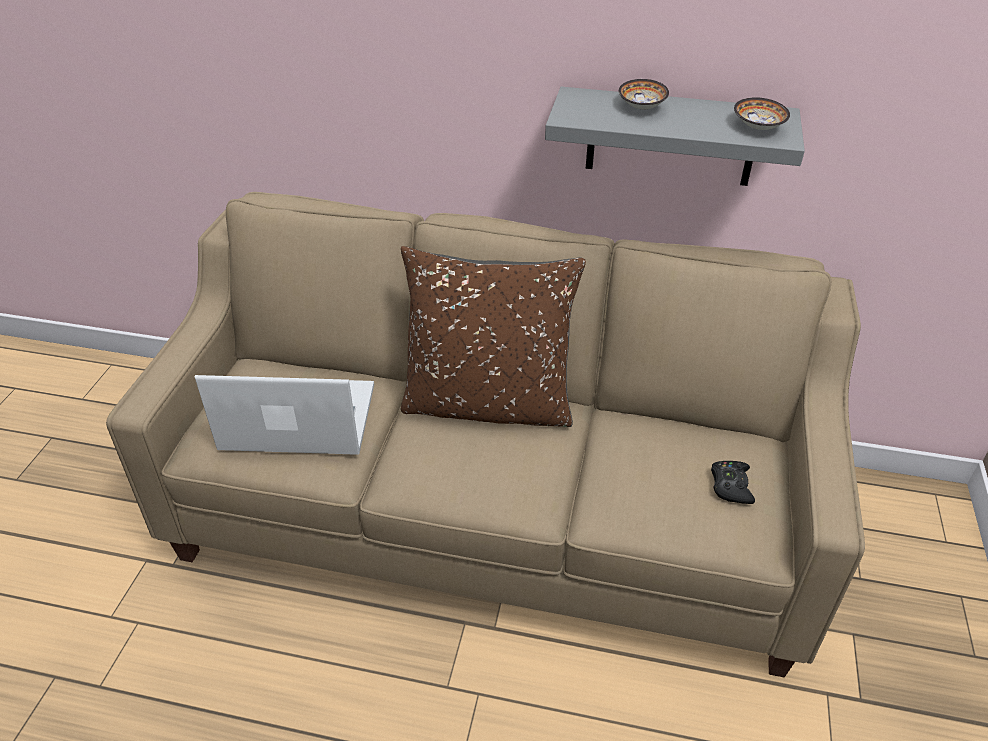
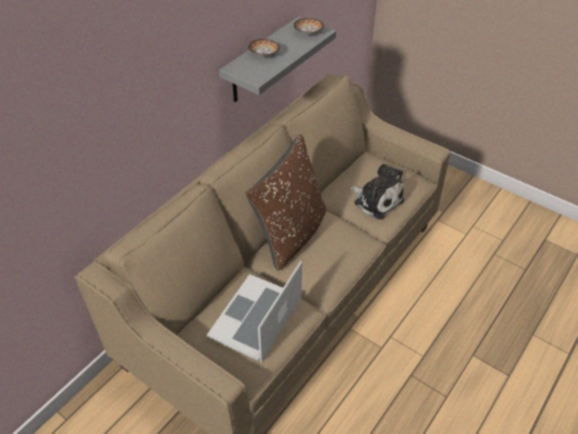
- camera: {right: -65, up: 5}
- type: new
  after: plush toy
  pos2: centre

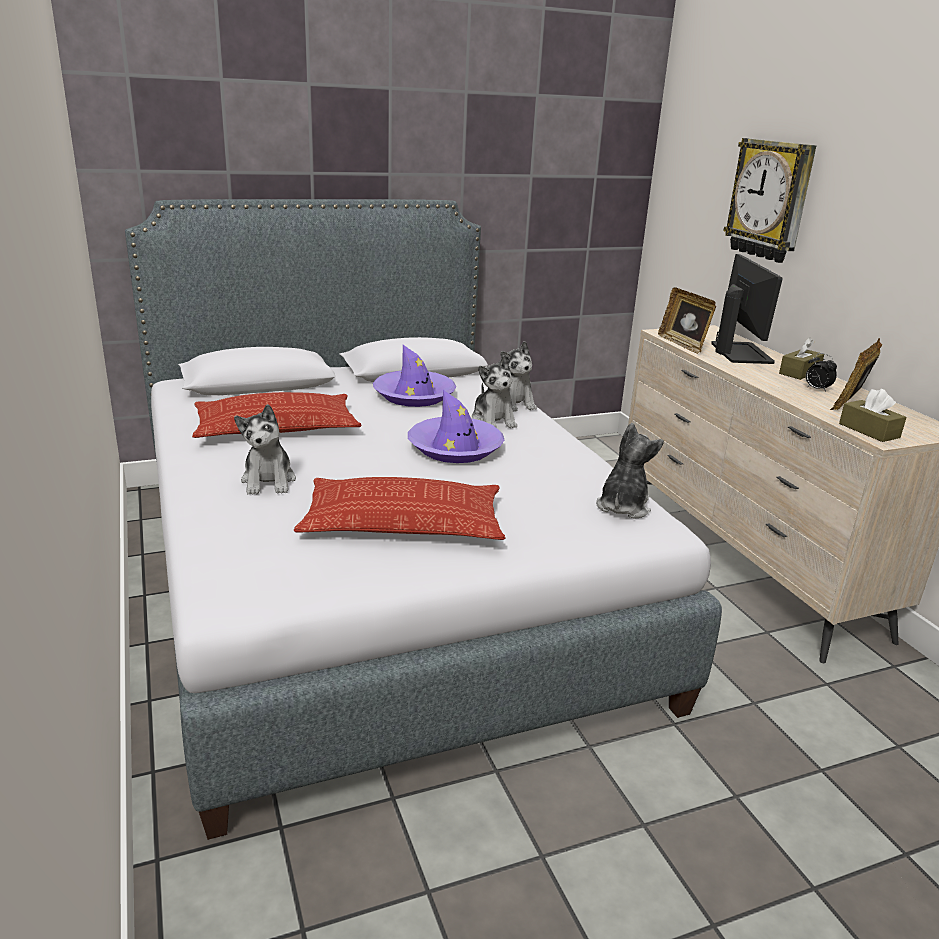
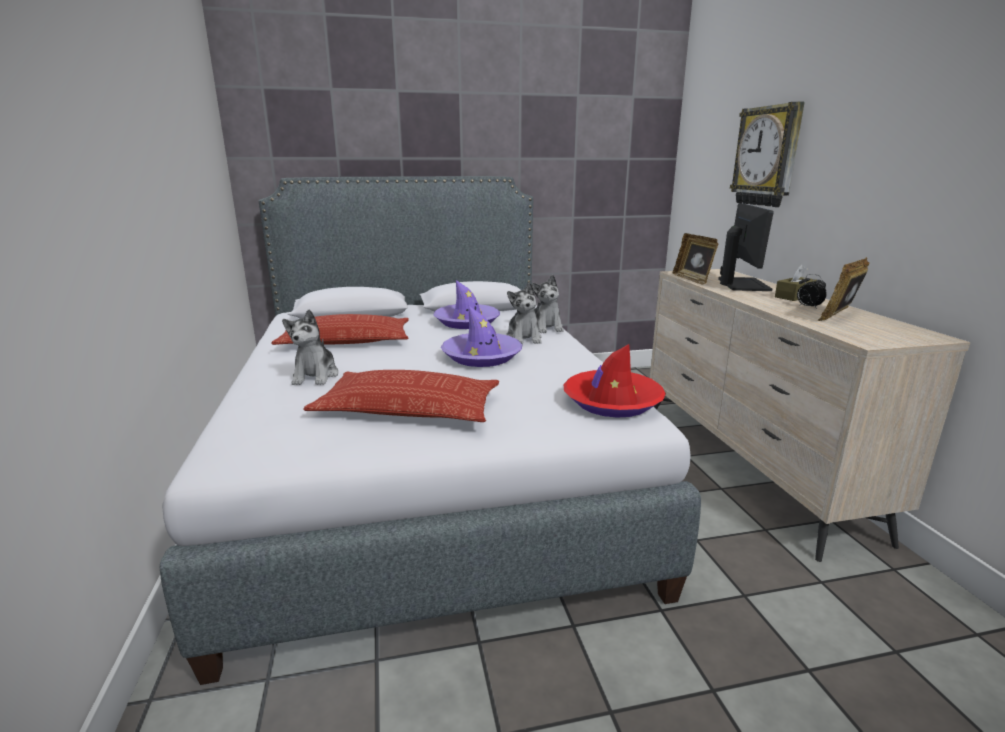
- camera: {right: 10, up: -5}
- type: swapped
  before: plush toy (no. 4 from left)
  after: red hat
  pos1: middle right
  pos2: centre
- type: gone
  before: brown tissue box (no. 2 from left)
  pos1: middle right

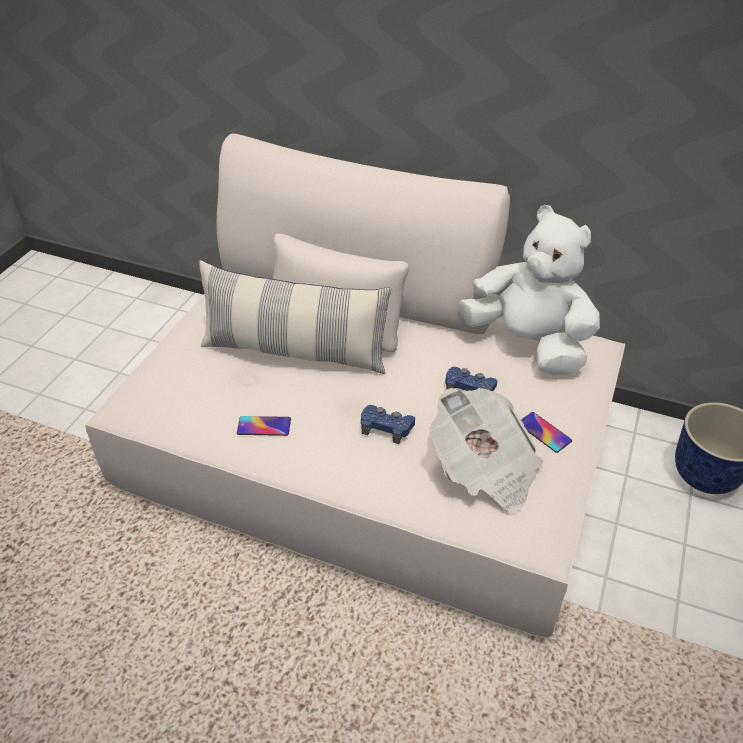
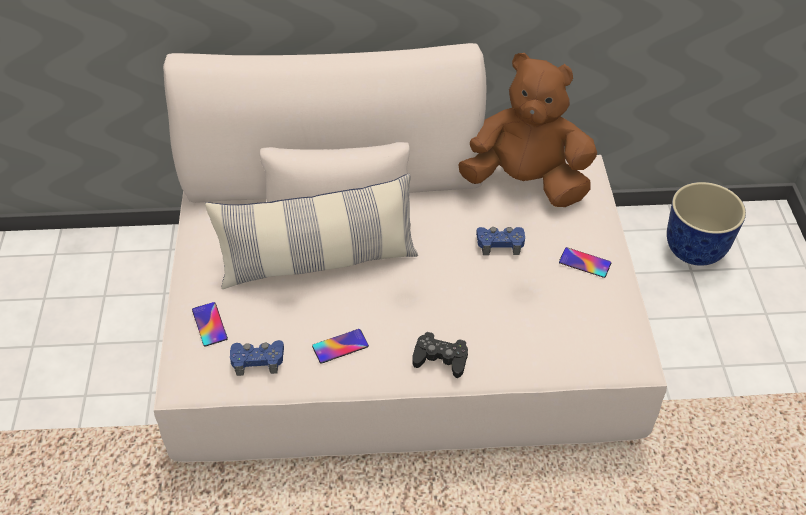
- camera: {right: -25, up: 5}
- type: new
  after: phone (no. 1 from left)
  pos2: middle left
- type: shifted
  before: blue game controller (no. 1 from left)
  pos1: centre
  pos2: bottom left
- type: new
  after: black game controller
  pos2: bottom centre
- type: repainted
  before: white plush toy
  after: brown plush toy
  pos1: middle right
  pos2: top centre
- type: gone
  before: newspaper
  pos1: centre

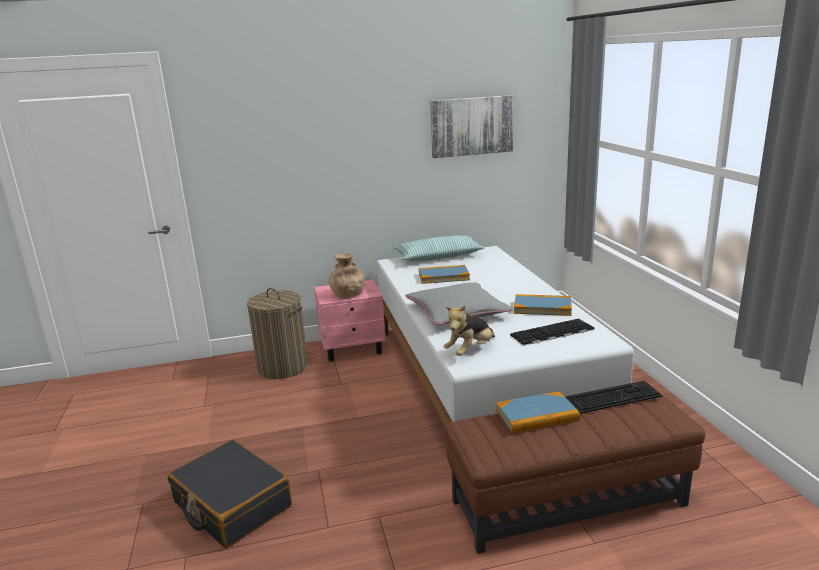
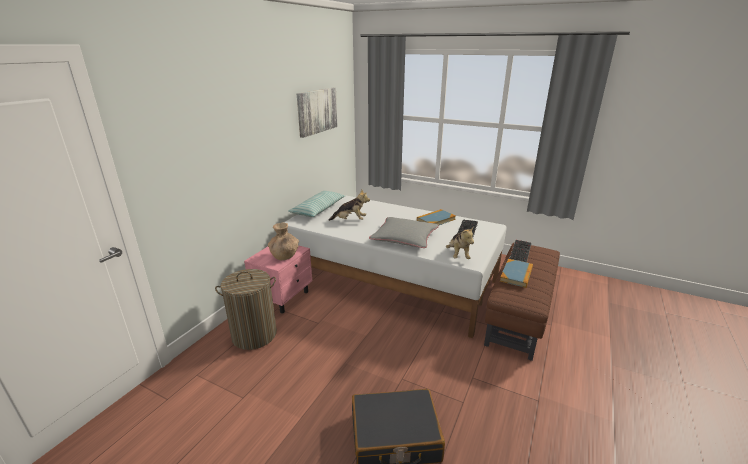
- camera: {right: -50, up: 5}
- type: swapped
  before: book (no. 1 from left)
  after: plush toy (no. 1 from left)
  pos1: centre
  pos2: centre

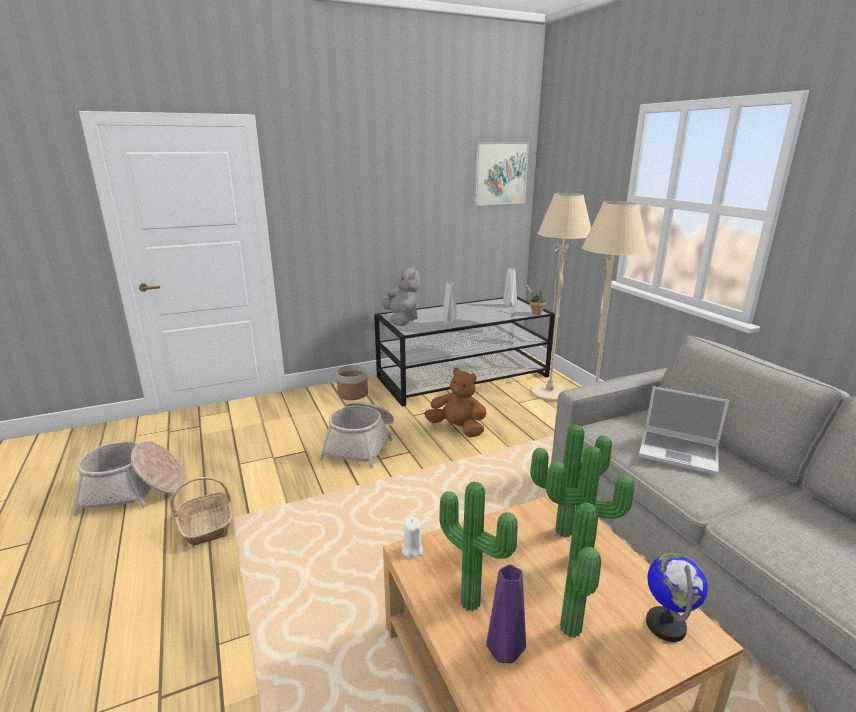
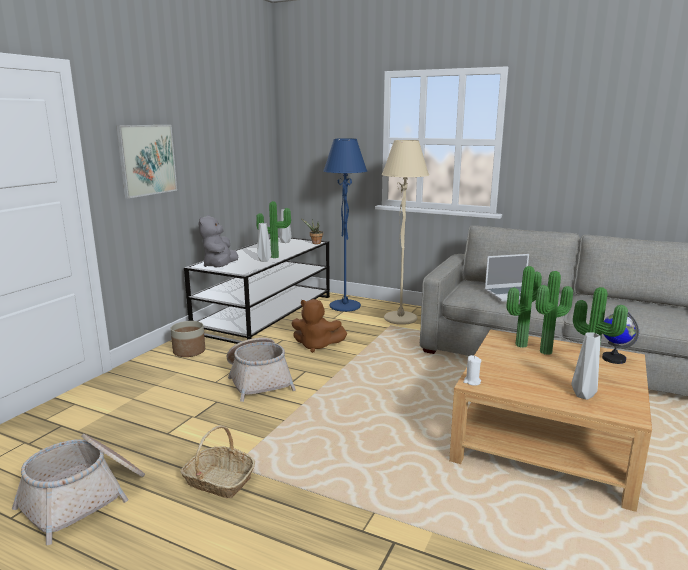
- camera: {right: -40, up: -5}
- type: shifted
  before: picture
  pos1: top centre
  pos2: top left
- type: rotated
  before: grey plush toy
  pos1: centre
  pos2: middle left
  turn: -120
- type: shifted
  before: potted plant (no. 1 from left)
  pos1: bottom centre
  pos2: centre
- type: rotated
  before: brown plush toy
  pos1: centre
  pos2: centre
  turn: -150
- type: repainted
  before: beige floor lamp (no. 1 from left)
  after: blue floor lamp
  pos1: centre
  pos2: centre
- type: repainted
  before: purple vase
  after: grey vase (no. 3 from left)
  pos1: bottom centre
  pos2: middle right

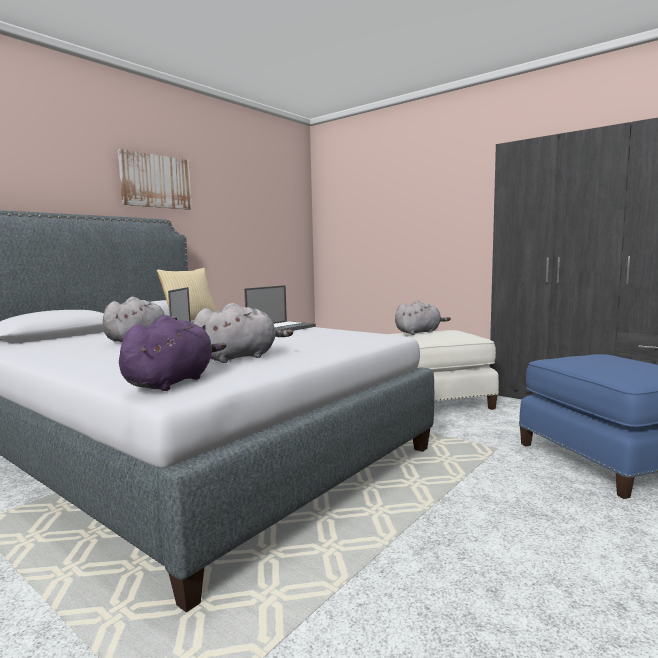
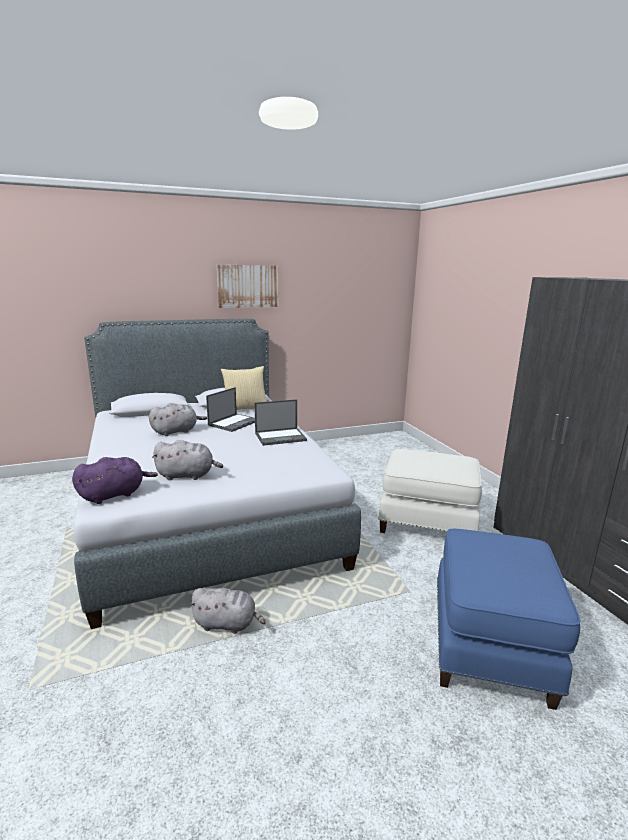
- camera: {right: 30, up: 10}
- type: shifted
  before: grey plush toy (no. 3 from left)
  pos1: centre
  pos2: bottom centre

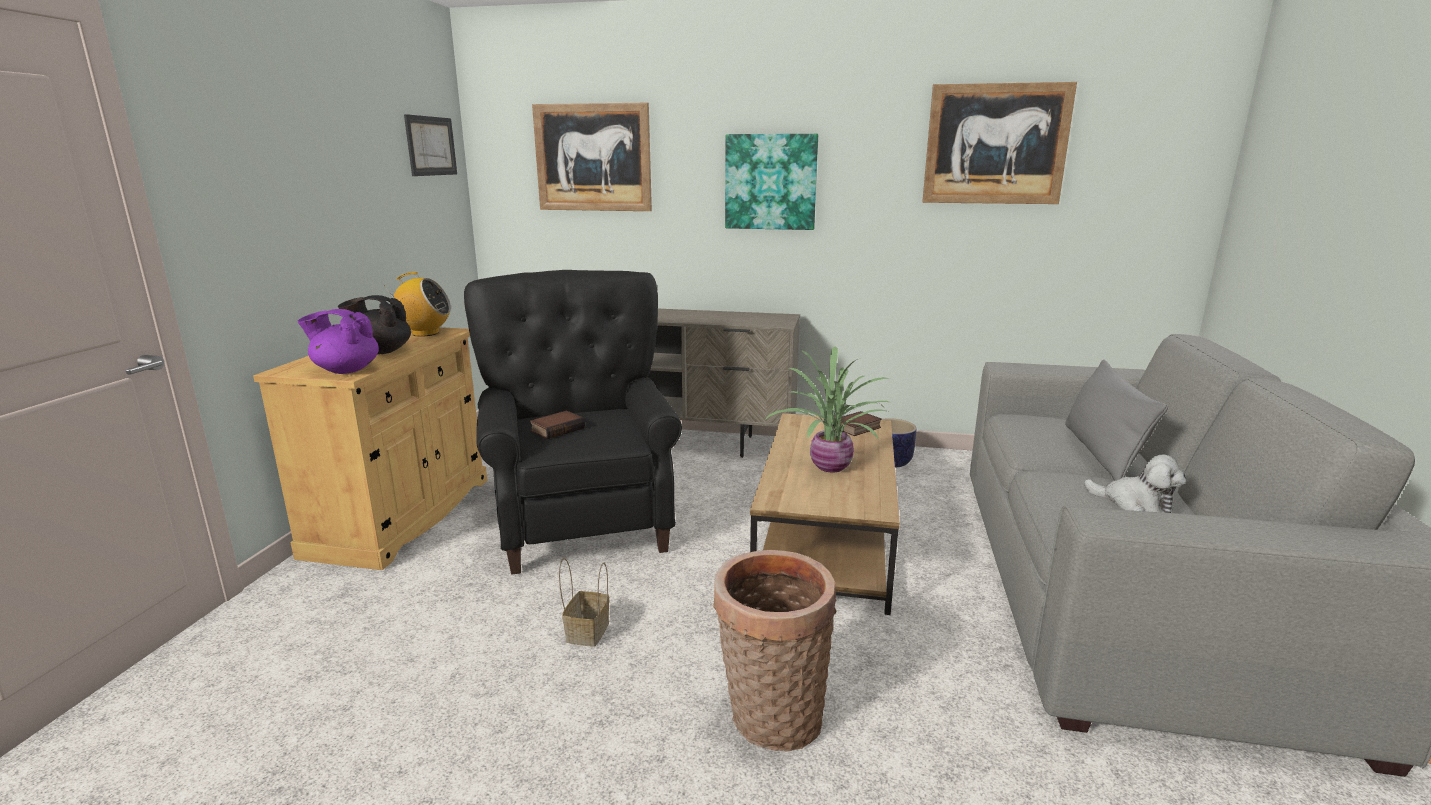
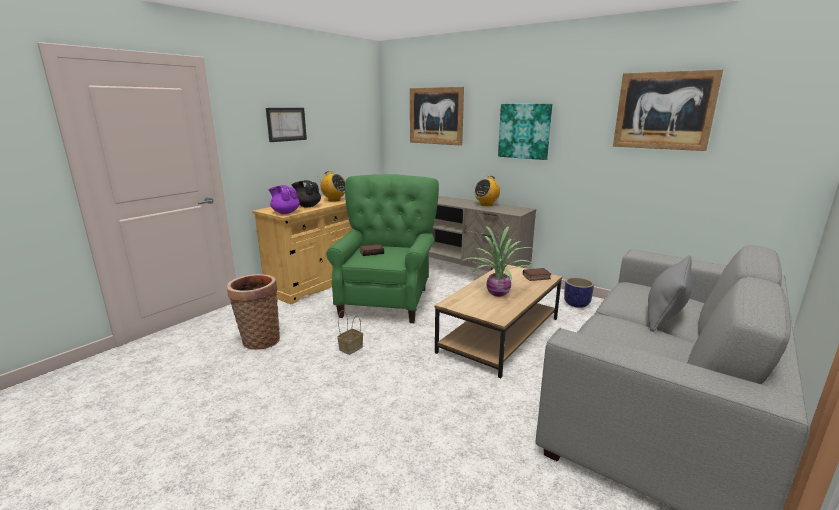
- camera: {right: 25, up: 0}
- type: shifted
  before: basket (no. 2 from left in the first image)
  after: basket (no. 1 from left)
  pos1: bottom centre
  pos2: middle left
- type: shifted
  before: picture (no. 1 from left)
  pos1: top left
  pos2: top centre
- type: repainted
  before: black armchair
  after: green armchair
  pos1: centre
  pos2: centre
- type: new
  after: radio (no. 2 from left)
  pos2: centre
- type: gone
  before: plush toy
  pos1: middle right

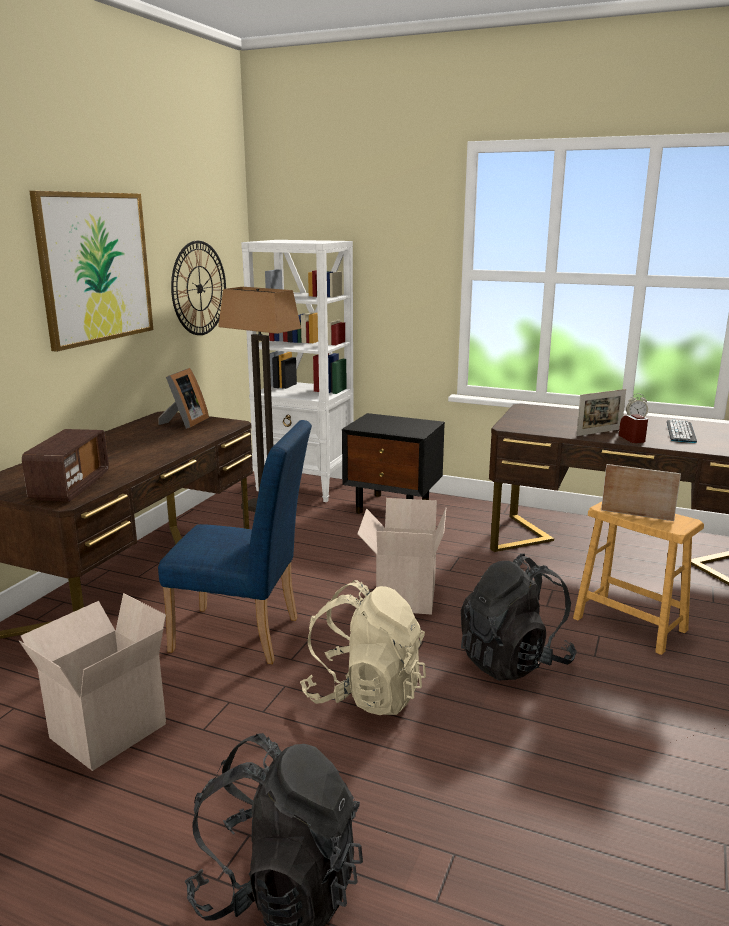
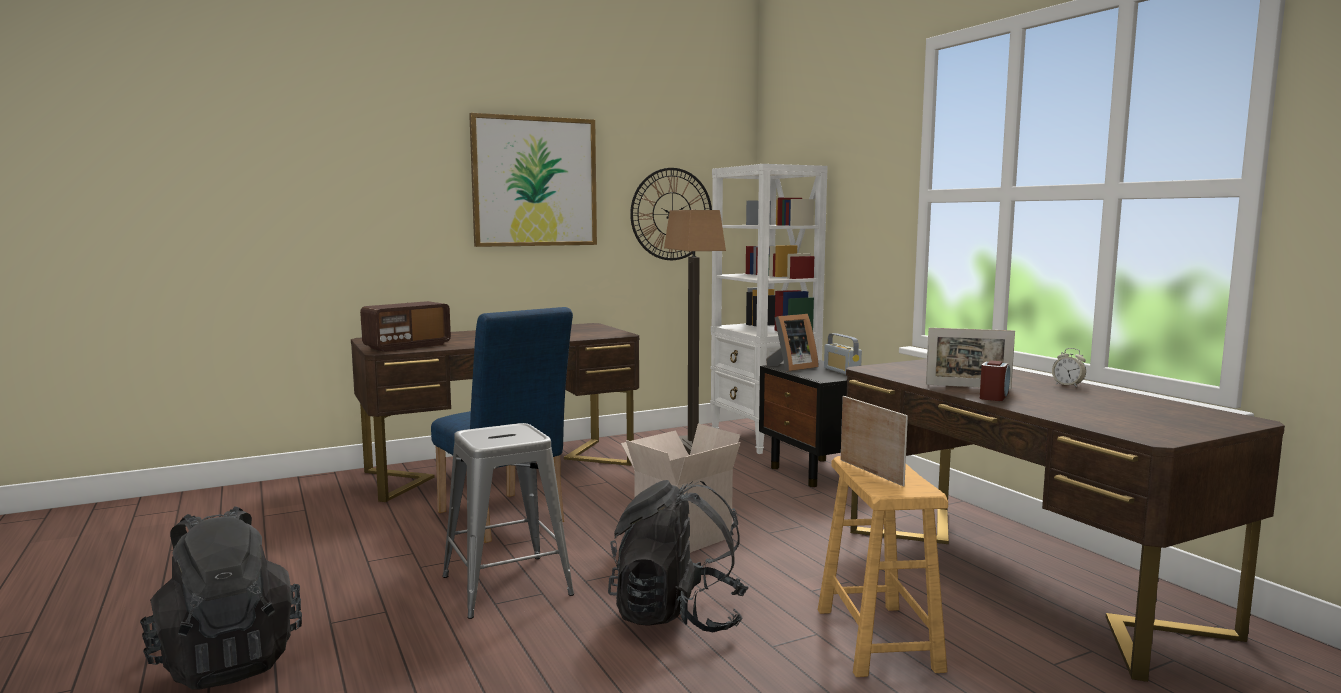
- camera: {right: 40, up: -10}
- type: swapped
  before: beige backpack
  after: grey stool
  pos1: bottom centre
  pos2: bottom centre
- type: shifted
  before: picture frame (no. 1 from left)
  pos1: middle left
  pos2: centre
- type: new
  after: radio (no. 2 from left)
  pos2: centre
- type: gone
  before: cardboard box (no. 1 from left)
  pos1: bottom left
- type: gone
  before: keyboard
  pos1: middle right

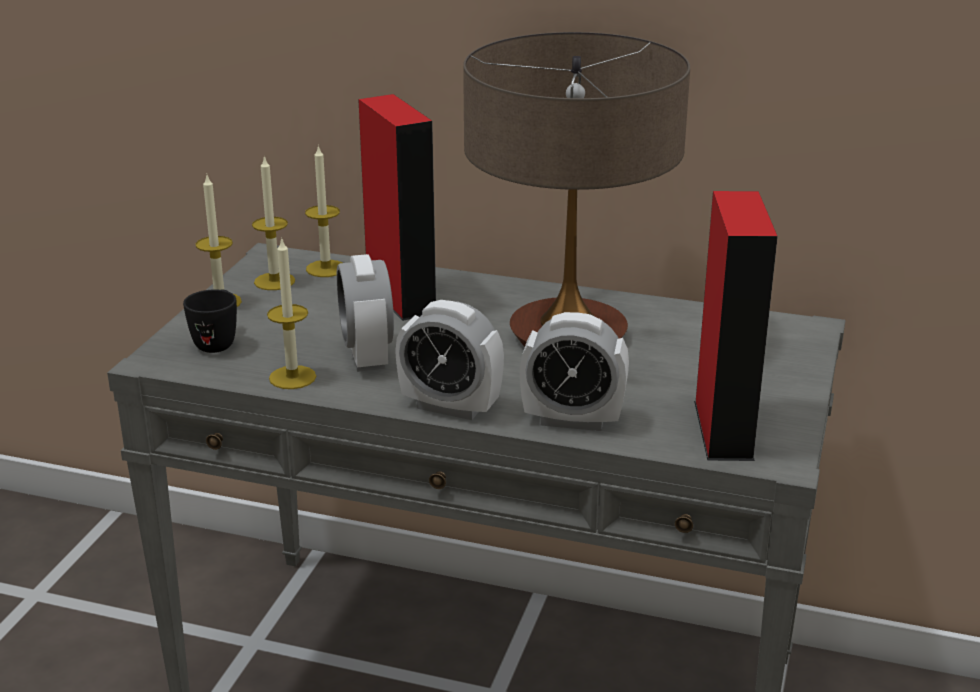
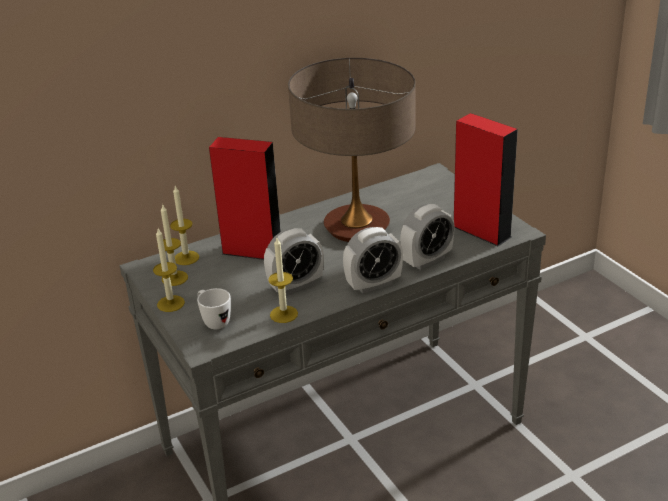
- camera: {right: -45, up: 5}
- type: repainted
  before: black mug
  after: white mug
  pos1: middle left
  pos2: middle left
- type: rotated
  before: alarm clock (no. 1 from left)
  pos1: centre
  pos2: centre
  turn: -60

